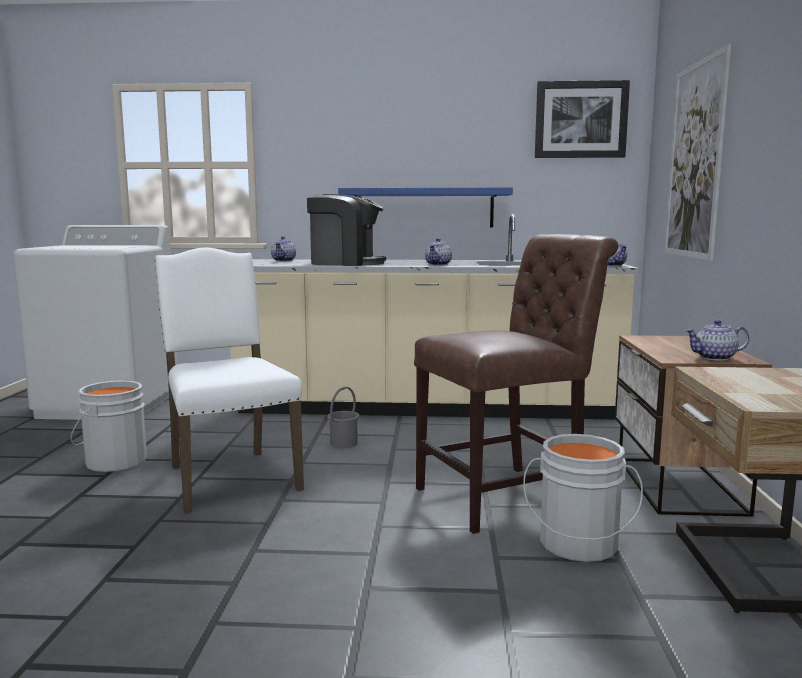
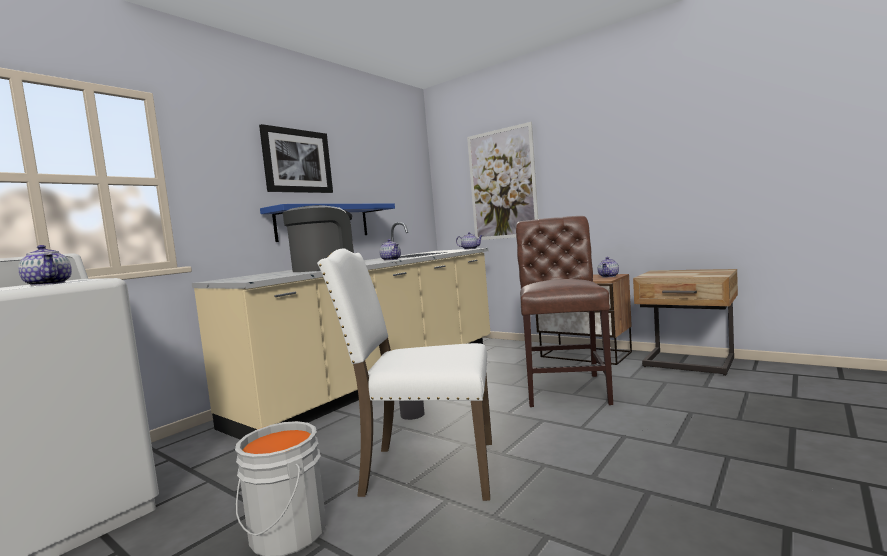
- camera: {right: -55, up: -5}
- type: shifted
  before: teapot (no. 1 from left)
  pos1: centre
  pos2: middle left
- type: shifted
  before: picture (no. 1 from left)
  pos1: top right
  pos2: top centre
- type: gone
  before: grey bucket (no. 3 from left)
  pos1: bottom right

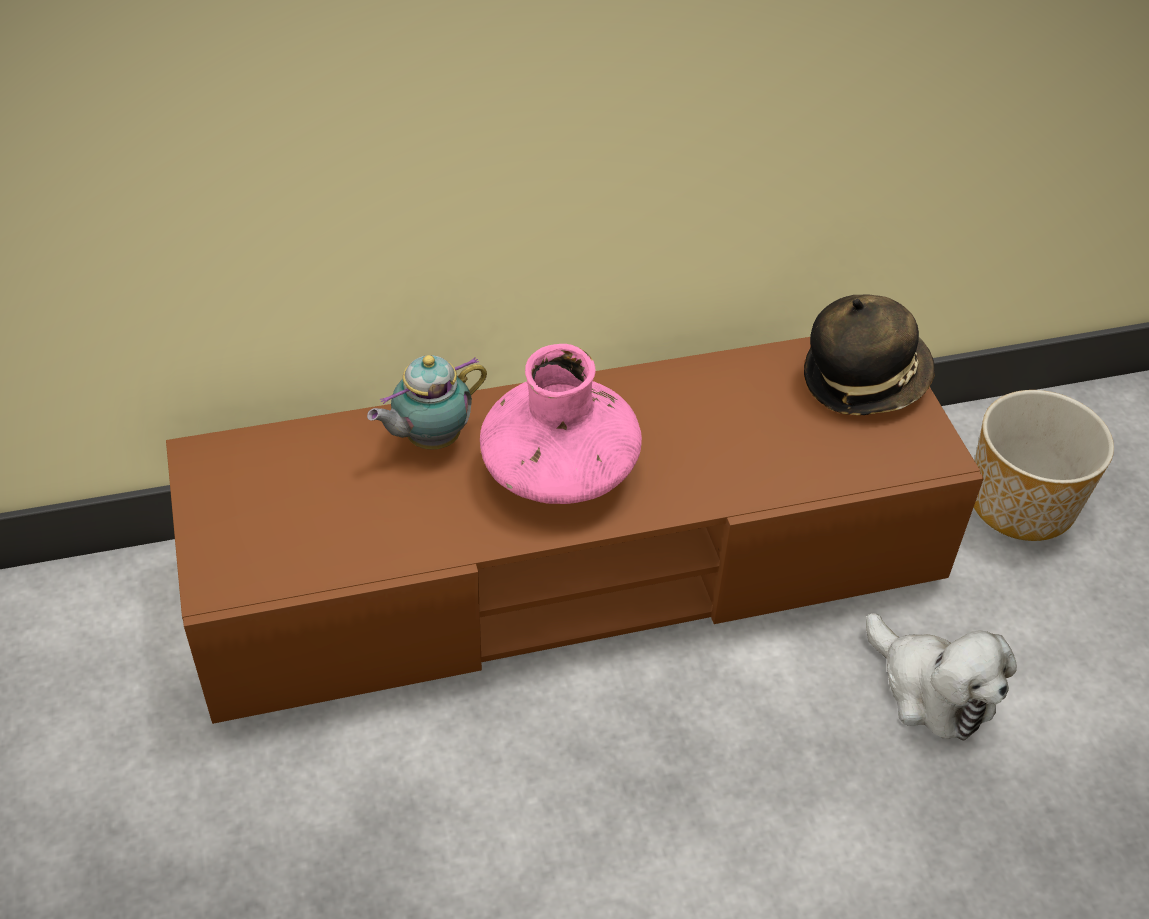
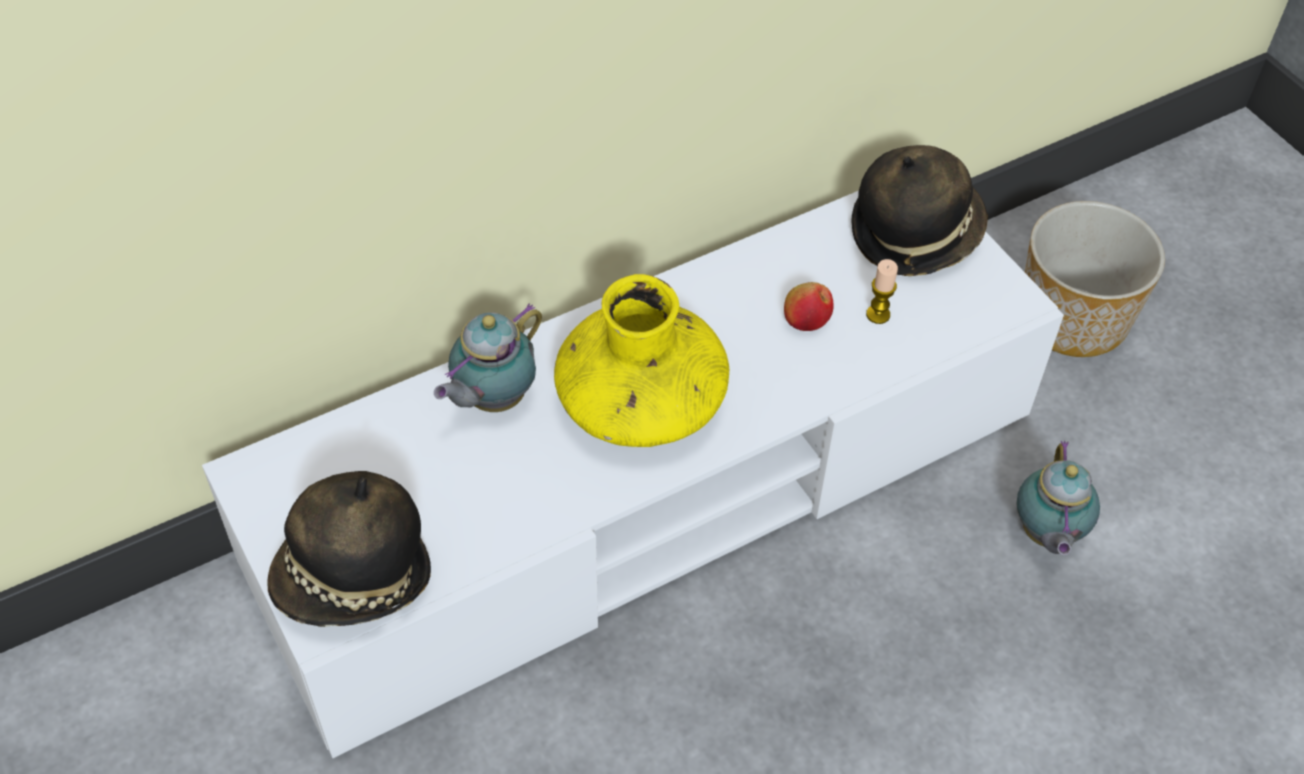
- camera: {right: -15, up: 5}
- type: repainted
  before: brown tv stand
  after: white tv stand
  pos1: centre
  pos2: centre
- type: new
  after: hat (no. 1 from left)
  pos2: bottom left
- type: repainted
  before: pink vase
  after: yellow vase
  pos1: centre
  pos2: centre
- type: new
  after: apple
  pos2: centre
- type: new
  after: candle
  pos2: middle right
- type: swapped
  before: plush toy
  after: teapot (no. 2 from left)
  pos1: bottom right
  pos2: middle right

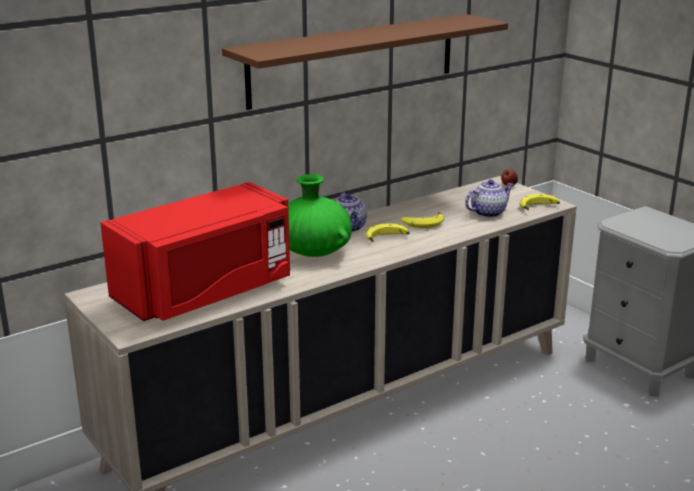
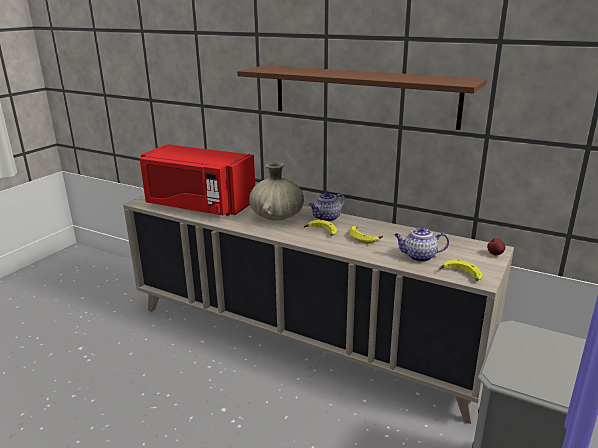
- camera: {right: 65, up: 0}
- type: repainted
  before: green vase
  after: beige vase
  pos1: centre
  pos2: centre
- type: rotated
  before: teapot (no. 2 from left)
  pos1: middle right
  pos2: middle right
  turn: 150

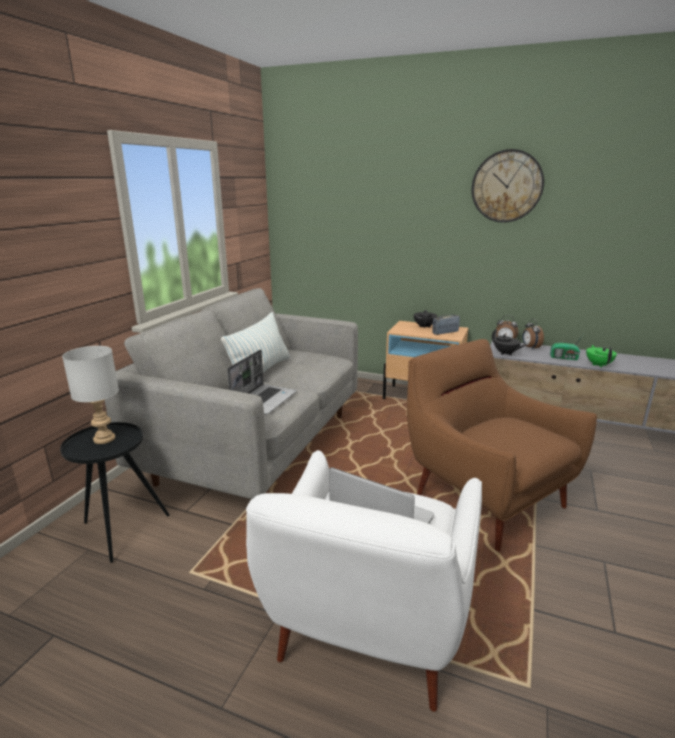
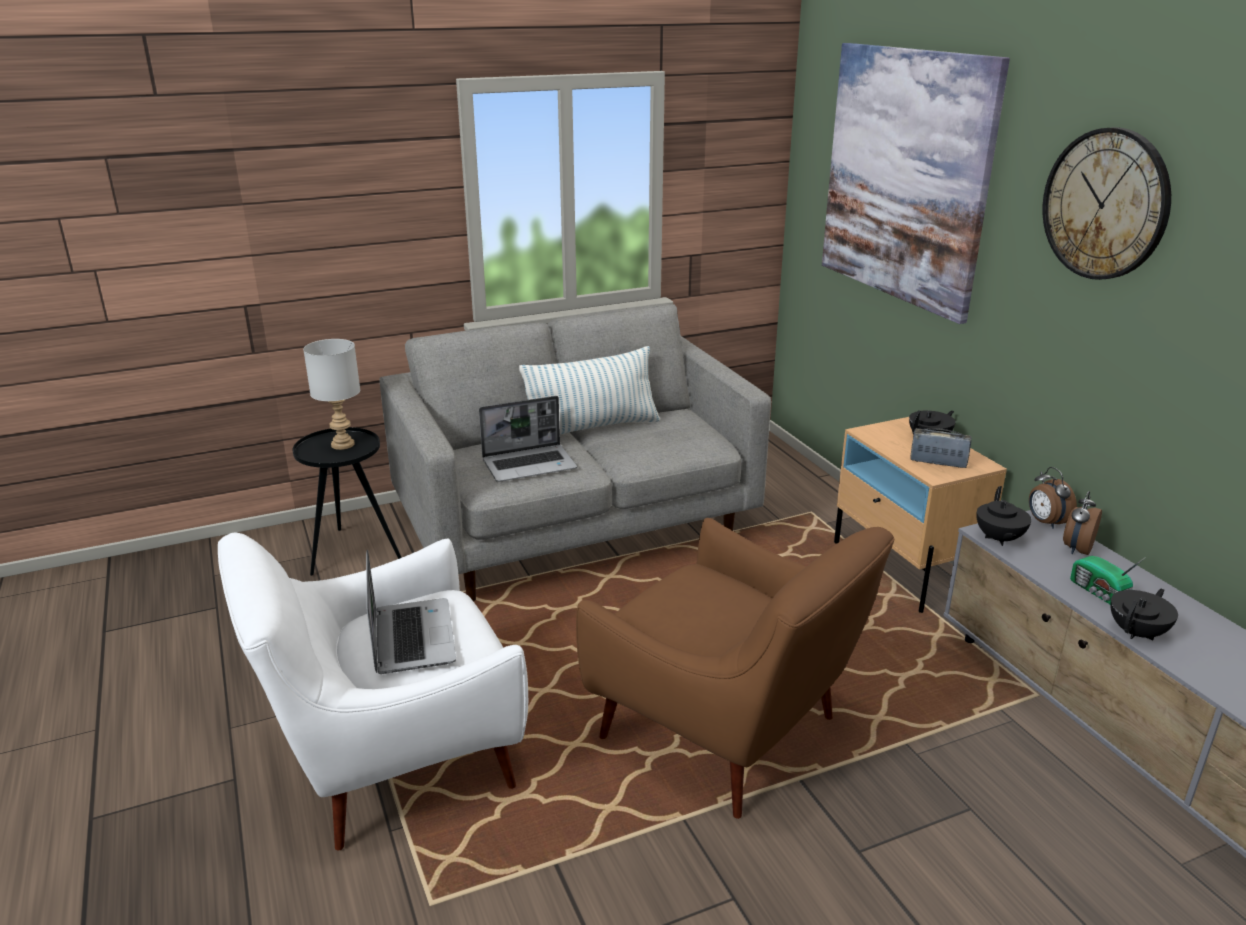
- camera: {right: 45, up: 5}
- type: rotated
  before: brown armchair
  pos1: middle right
  pos2: bottom centre
  turn: 120
- type: new
  after: picture
  pos2: top right
- type: repainted
  before: green teapot
  after: black teapot (no. 3 from left)
  pos1: middle right
  pos2: middle right

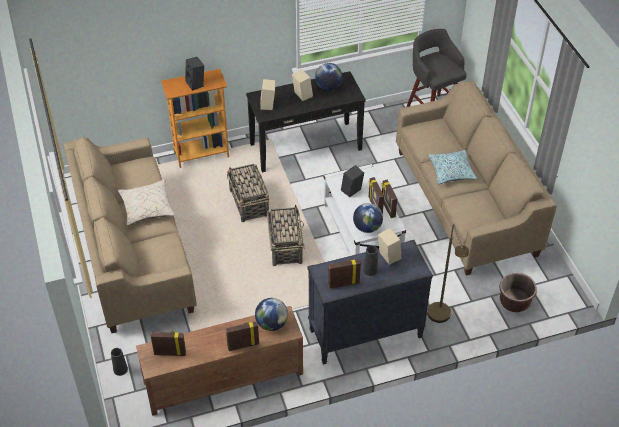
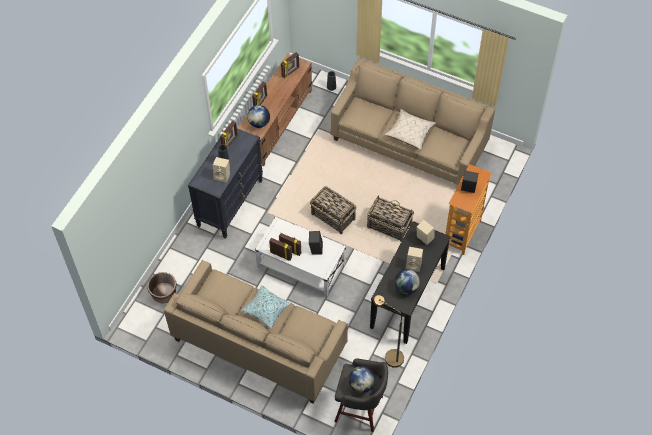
- camera: {right: 135, up: 10}
- type: shifted
  before: globe (no. 3 from left in the first image)
  after: globe (no. 2 from left)
  pos1: centre
  pos2: bottom centre
- type: shifted
  before: brown floor lamp
  pos1: middle right
  pos2: bottom centre

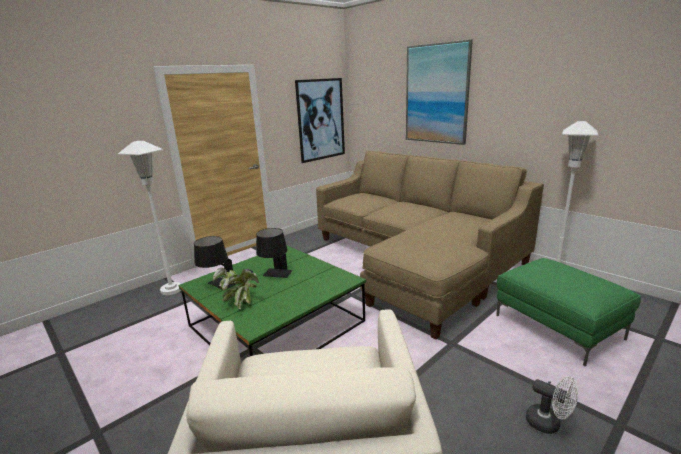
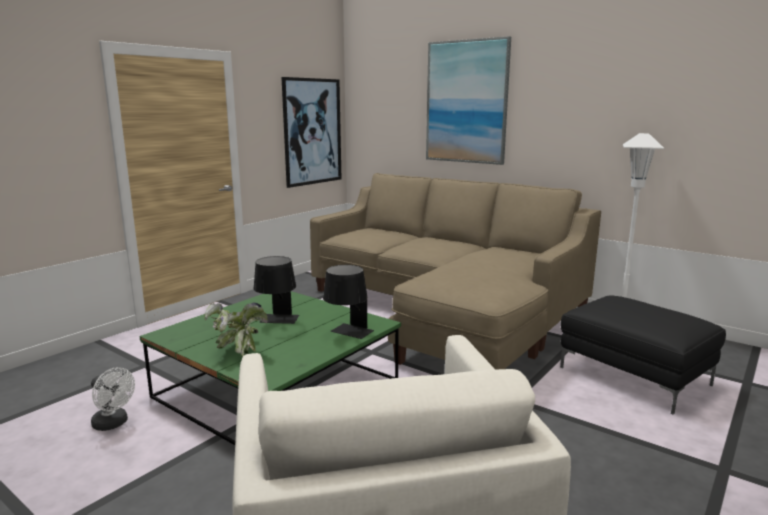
- camera: {right: -10, up: -5}
- type: shifted
  before: white fan
  pos1: bottom right
  pos2: bottom left
- type: shifted
  before: black table lamp (no. 1 from left in the first image)
  after: black table lamp (no. 2 from left)
  pos1: middle left
  pos2: centre
- type: repainted
  before: green ottoman
  after: black ottoman
  pos1: bottom right
  pos2: bottom right
- type: gone
  before: white floor lamp (no. 1 from left)
  pos1: middle left

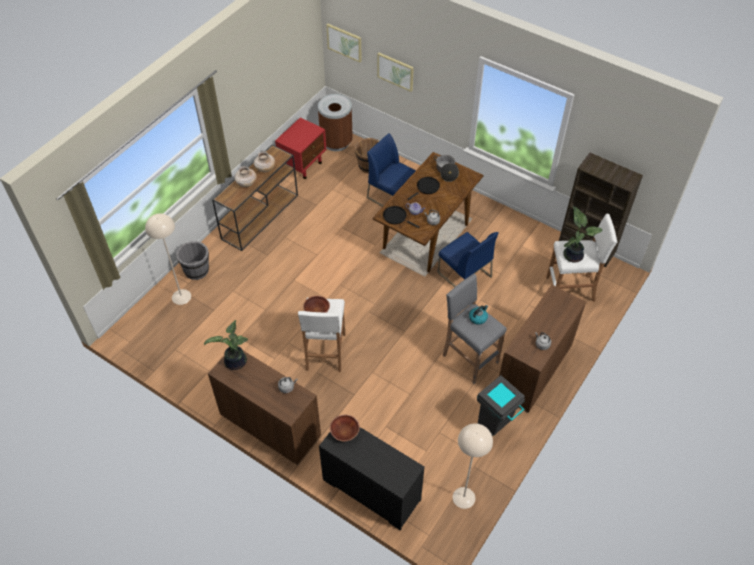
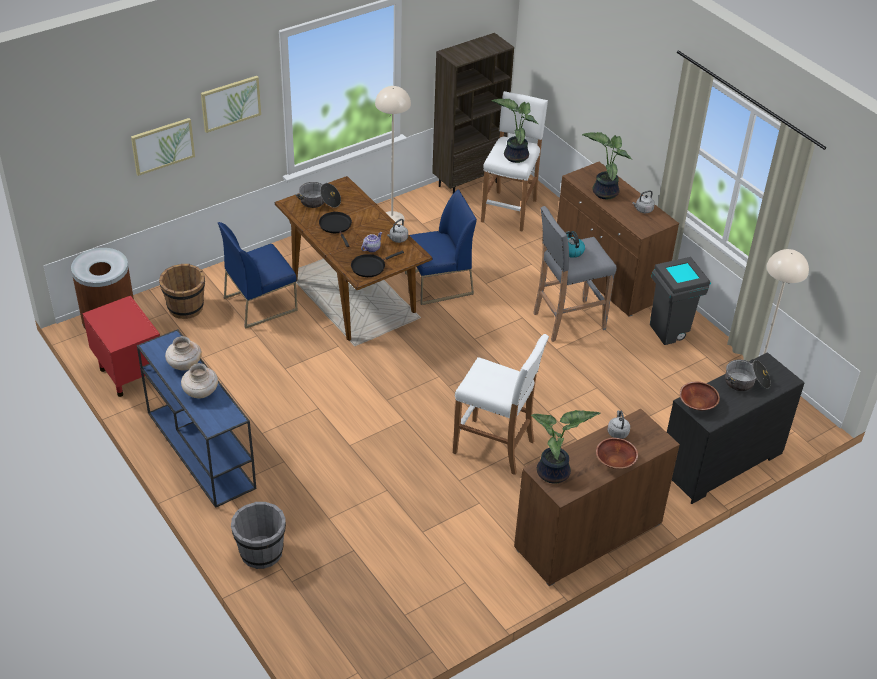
- camera: {right: -70, up: -10}
- type: repainted
  before: brown console table
  after: blue console table
  pos1: centre
  pos2: middle left
- type: shifted
  before: picture (no. 1 from left in the first image)
  after: picture (no. 2 from left)
  pos1: top centre
  pos2: top left
- type: shifted
  before: beige floor lamp (no. 1 from left)
  pos1: middle left
  pos2: top centre
- type: new
  after: potted plant (no. 3 from left)
  pos2: top right
- type: shifted
  before: brown bowl (no. 1 from left)
  pos1: centre
  pos2: bottom right
- type: new
  after: cooking pot (no. 2 from left)
  pos2: middle right

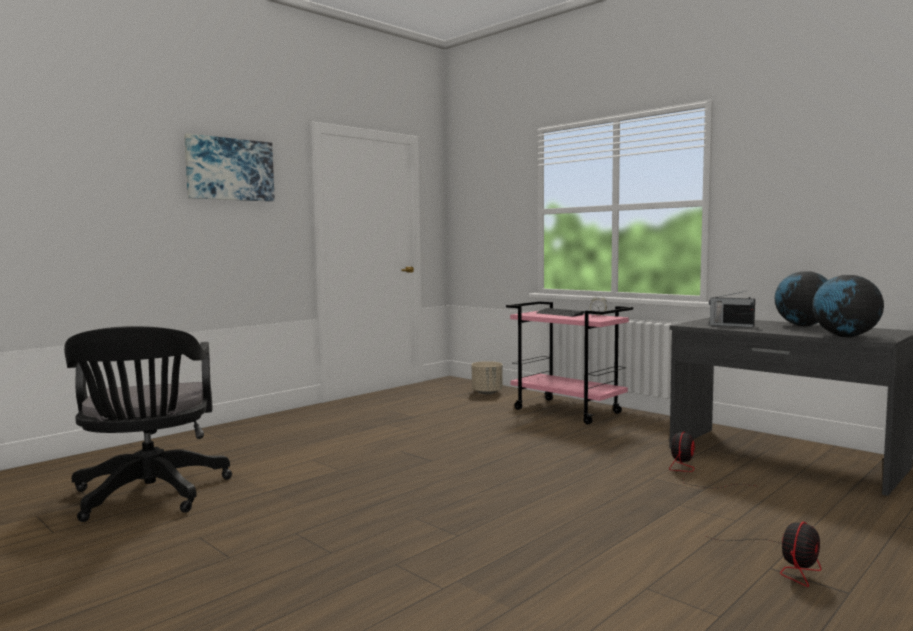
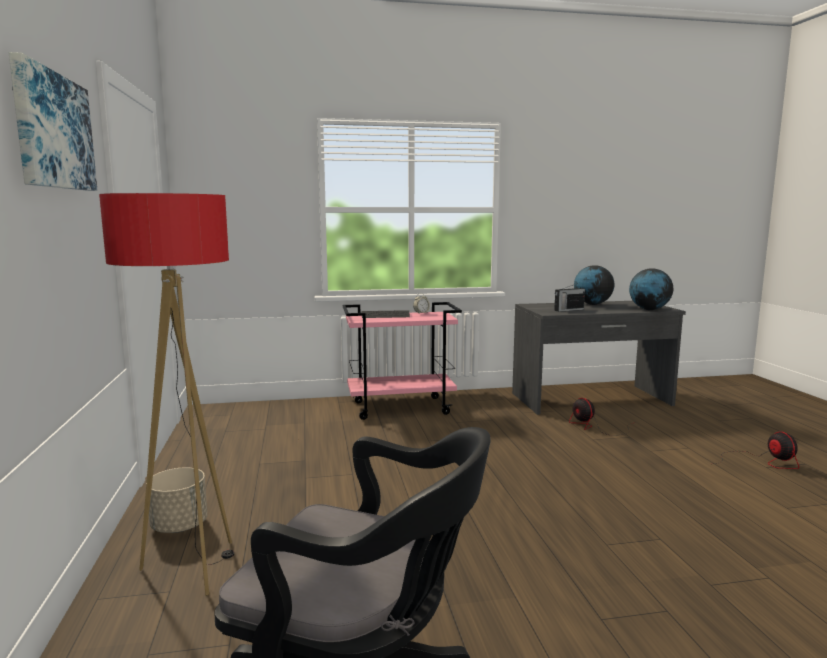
- camera: {right: -55, up: 5}
- type: new
  after: floor lamp
  pos2: middle left
- type: shifted
  before: beige planter
  pos1: centre
  pos2: bottom left

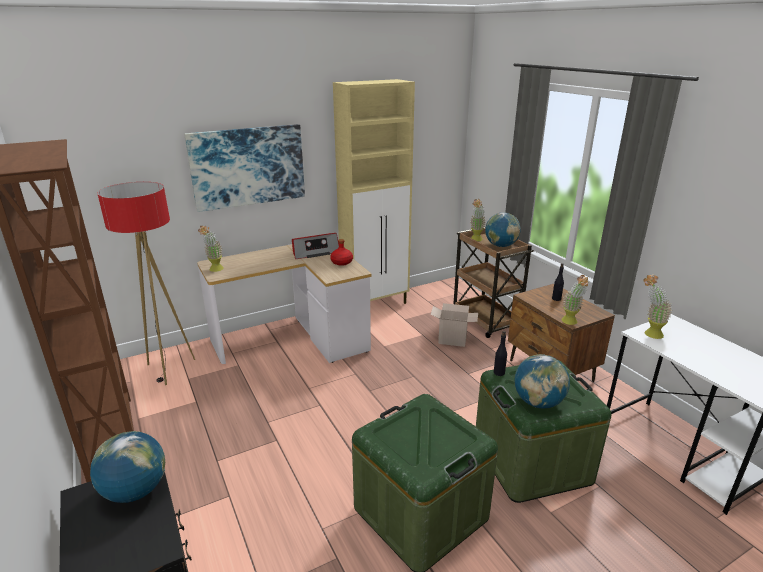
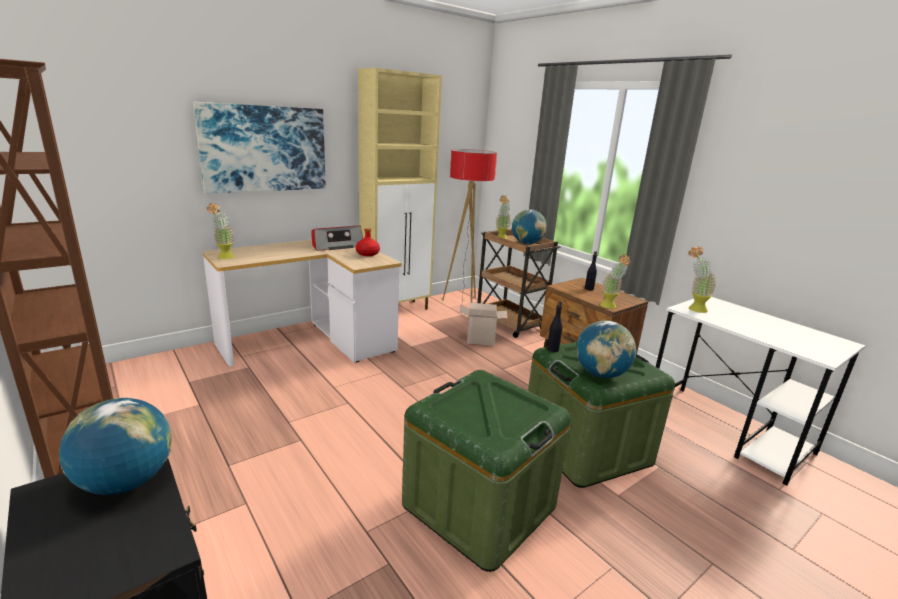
- camera: {right: -10, up: -5}
- type: shifted
  before: floor lamp
  pos1: middle left
  pos2: centre

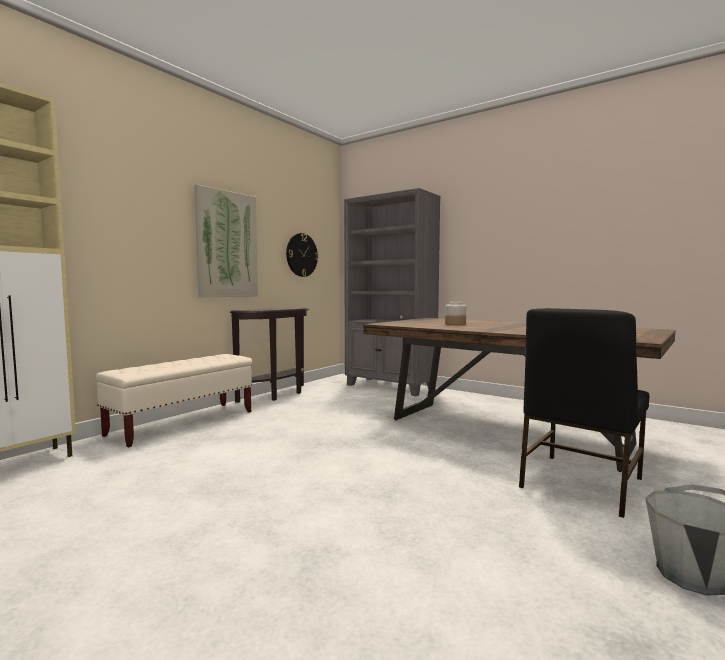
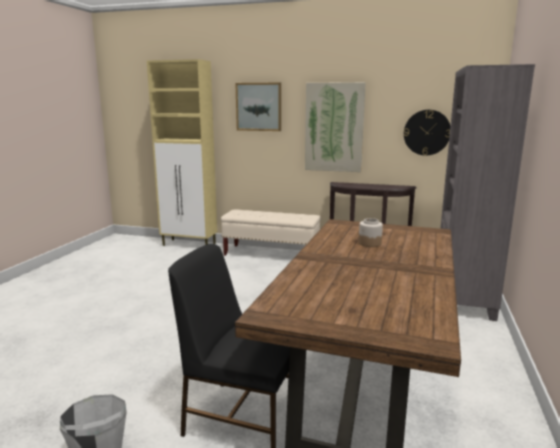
- camera: {right: 70, up: 10}
- type: new
  after: picture (no. 1 from left)
  pos2: top centre

